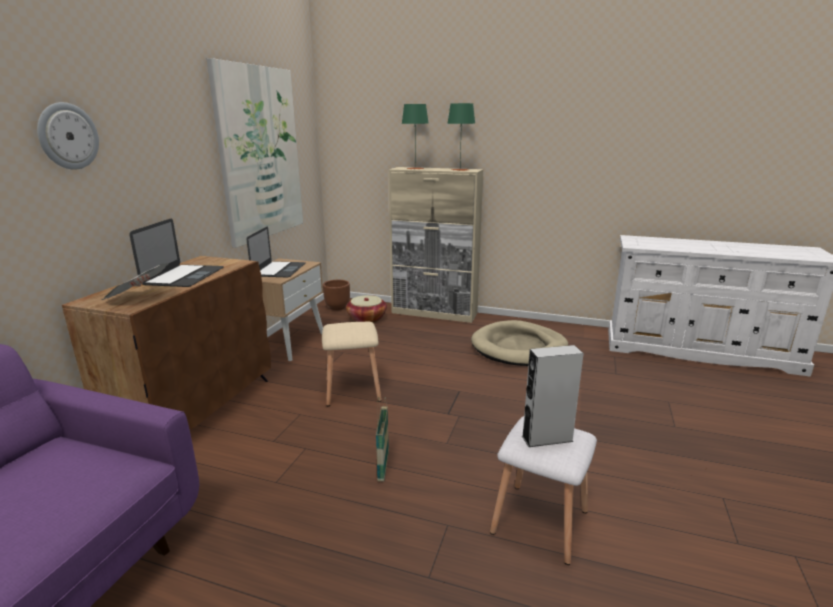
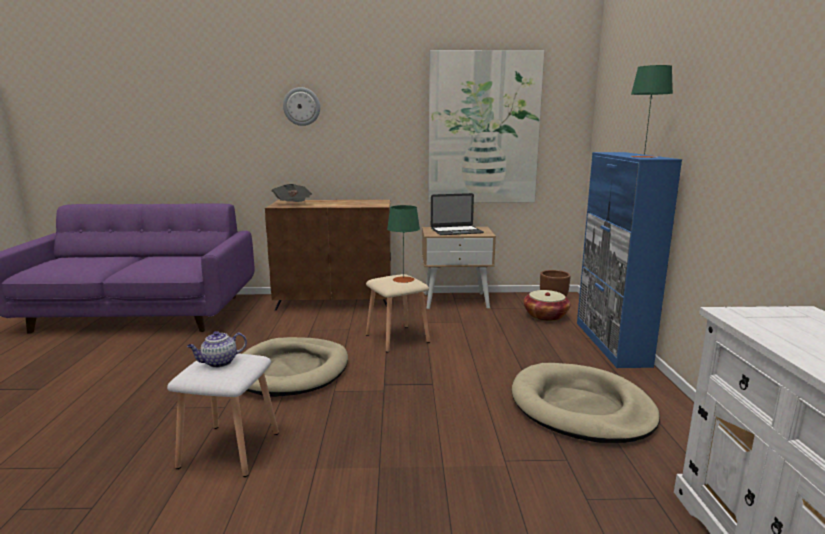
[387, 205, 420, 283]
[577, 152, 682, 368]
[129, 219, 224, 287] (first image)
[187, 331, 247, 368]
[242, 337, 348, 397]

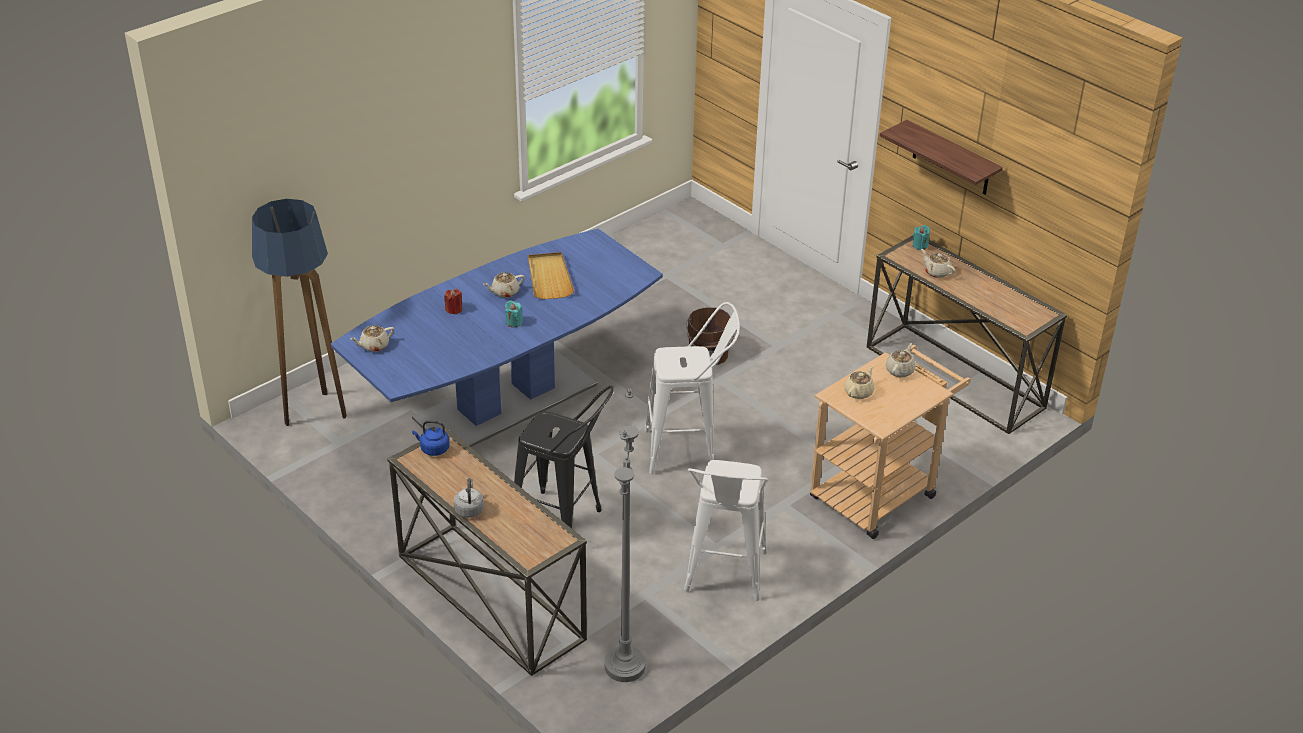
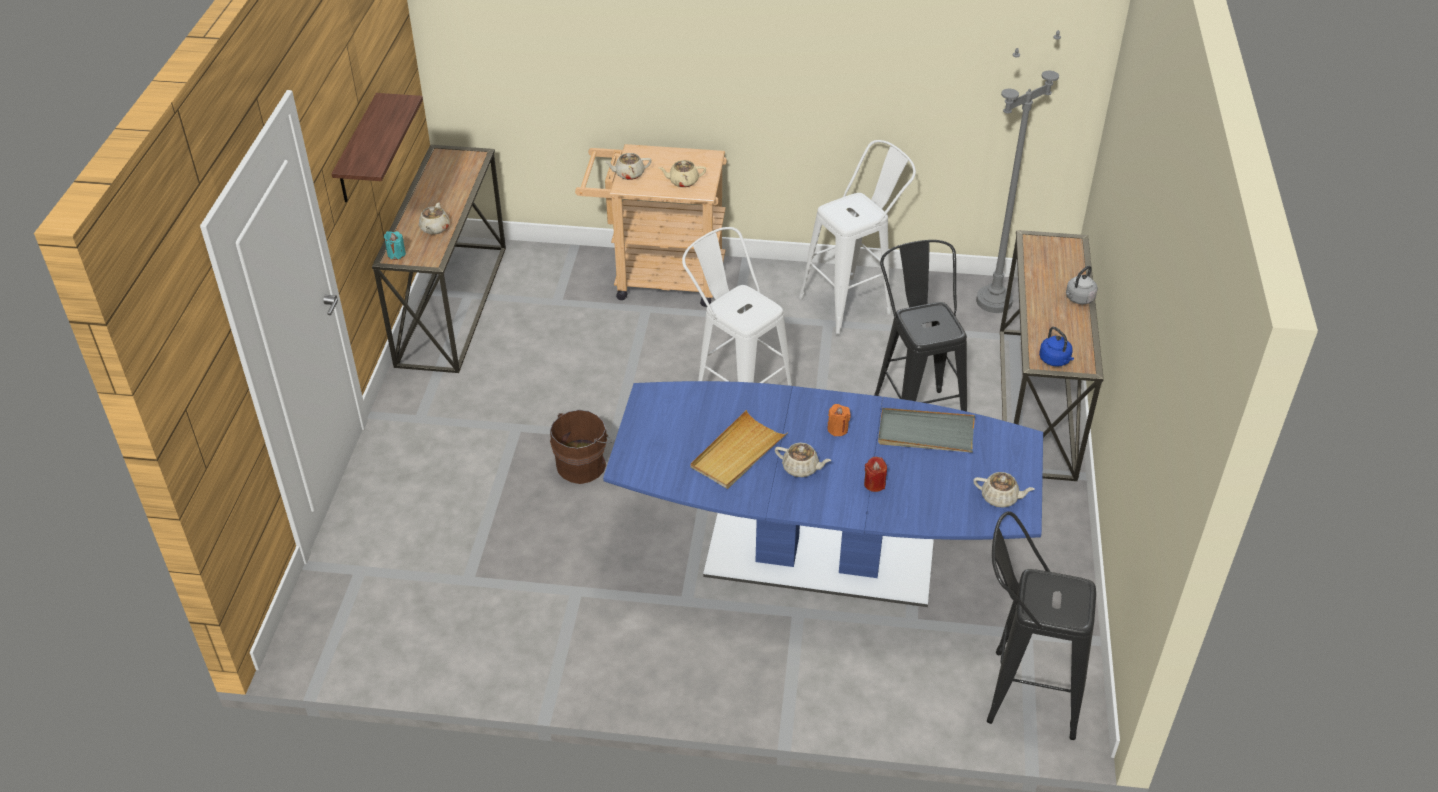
[987, 511, 1096, 740]
[827, 404, 850, 436]
[878, 408, 975, 453]

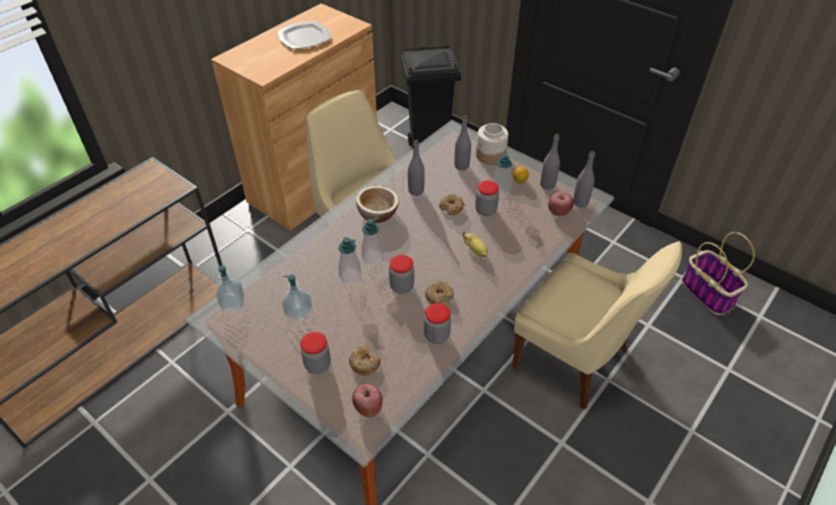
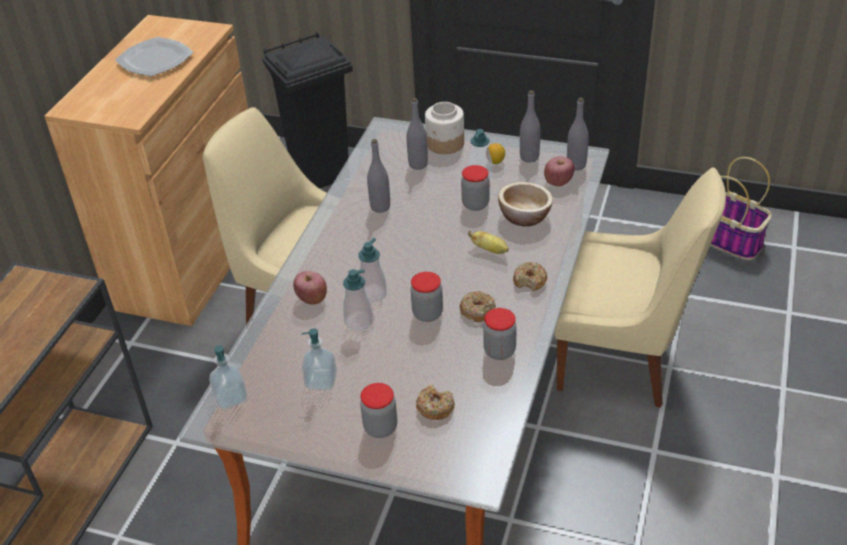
[498, 182, 553, 226]
[513, 262, 548, 291]
[293, 271, 327, 305]

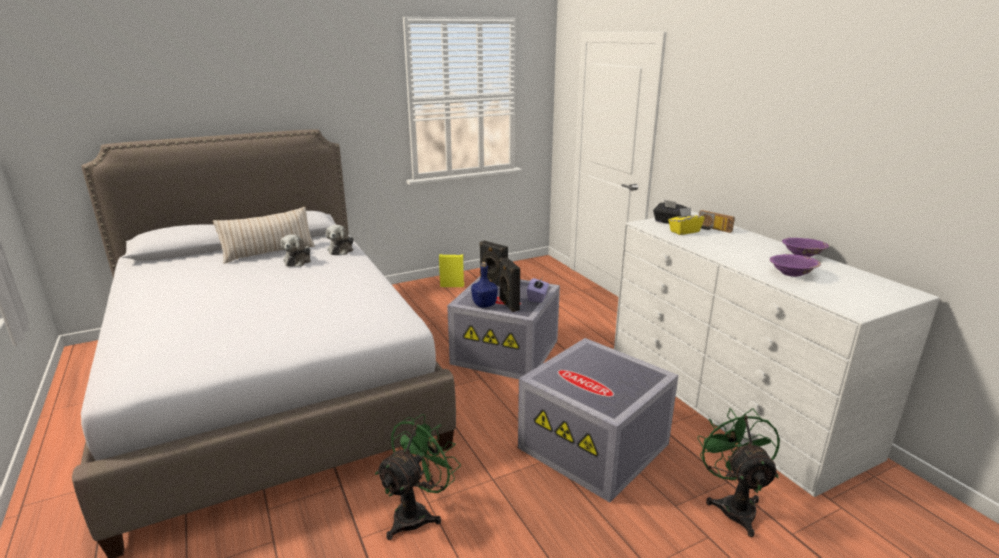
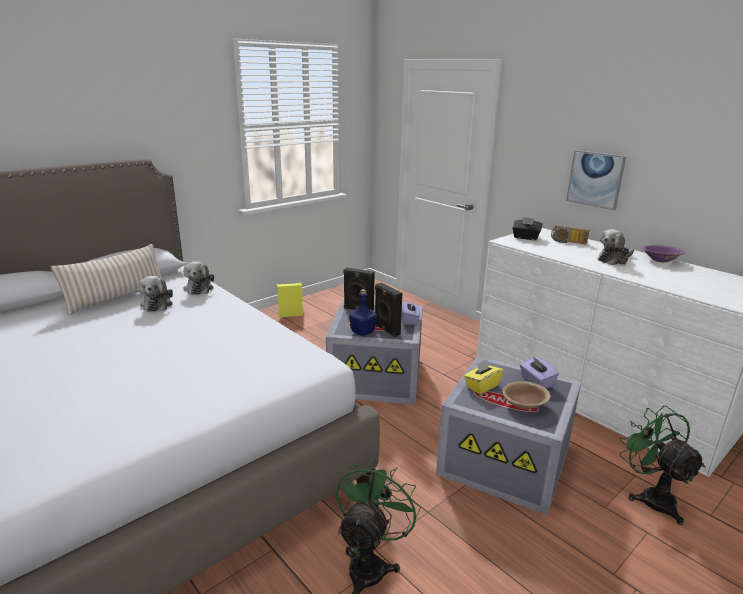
[464, 359, 504, 394]
[770, 254, 821, 277] (first image)
[566, 150, 626, 210]
[598, 229, 634, 265]
[520, 356, 559, 388]
[502, 381, 550, 409]

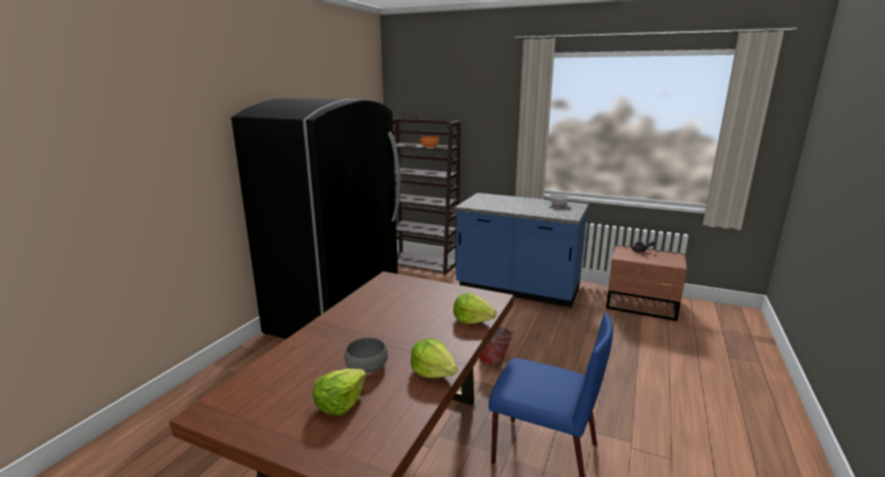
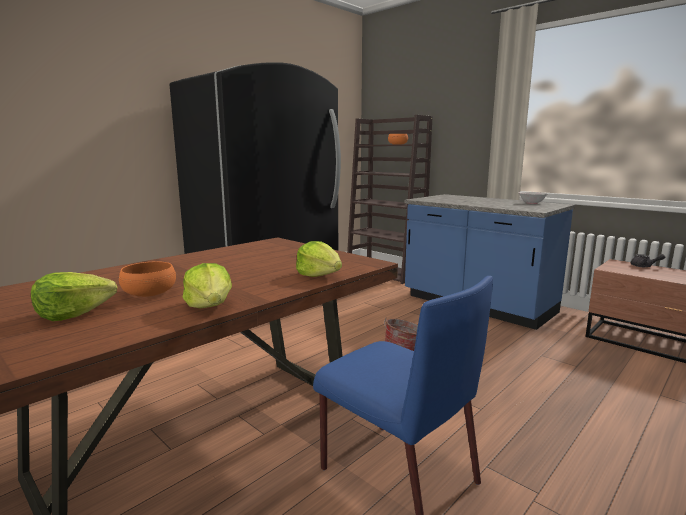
[119, 261, 176, 297]

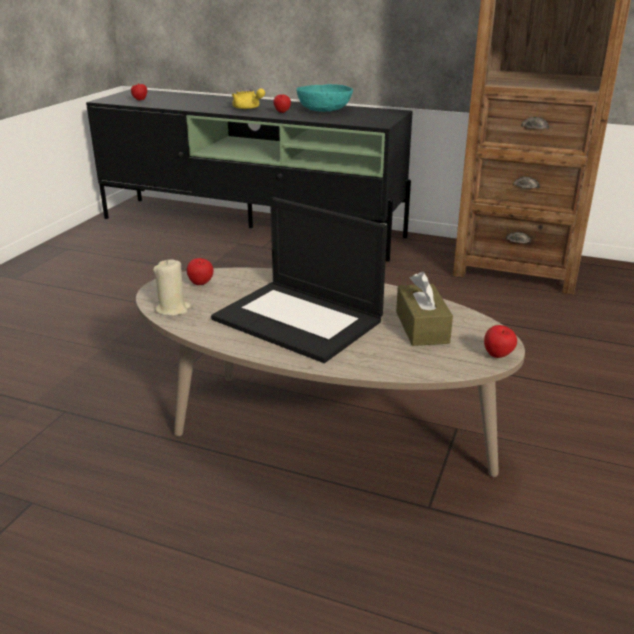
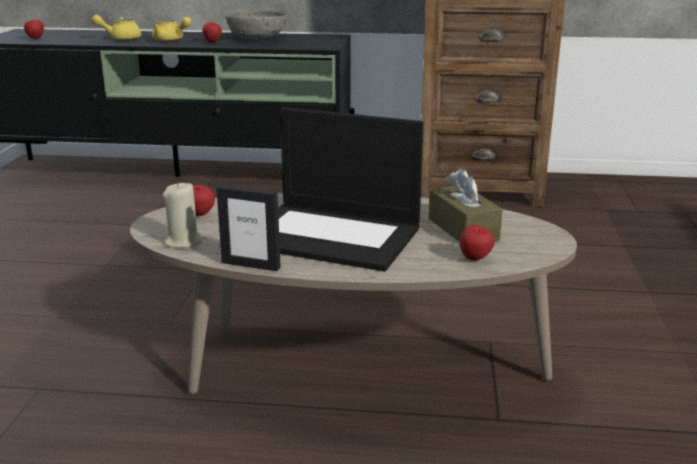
[226, 11, 287, 39]
[460, 225, 495, 261]
[92, 15, 142, 40]
[216, 185, 281, 271]

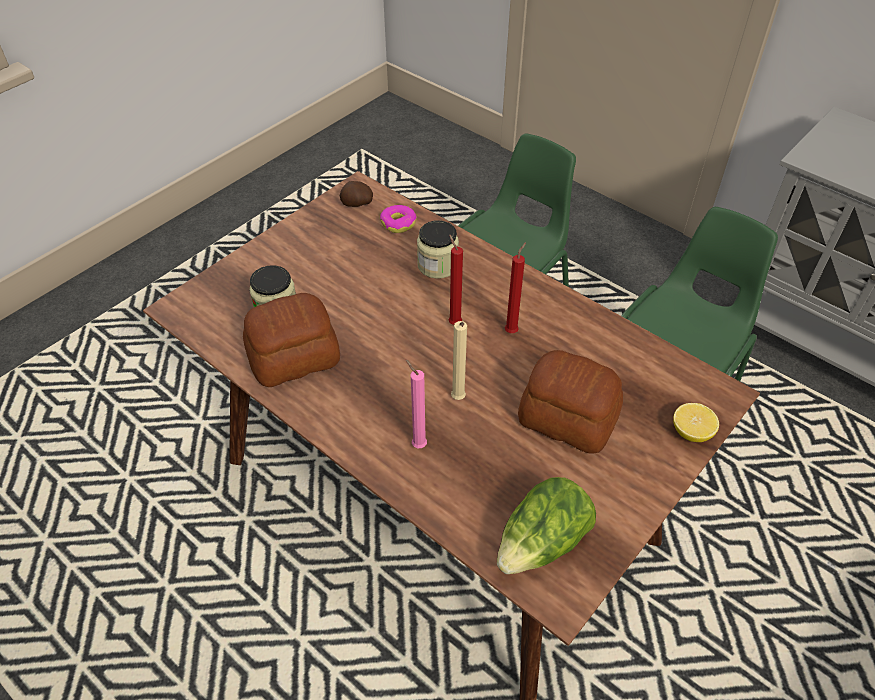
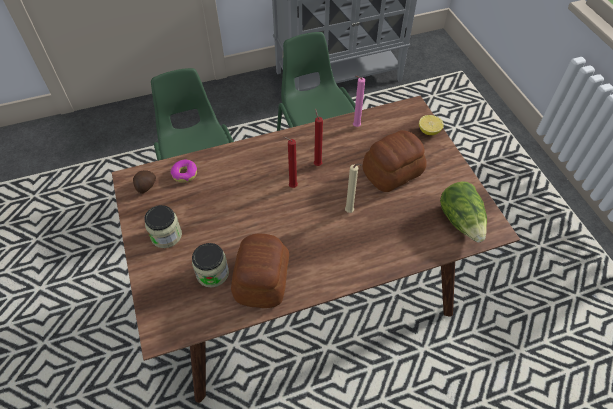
[145, 205, 182, 248]
[353, 76, 365, 127]

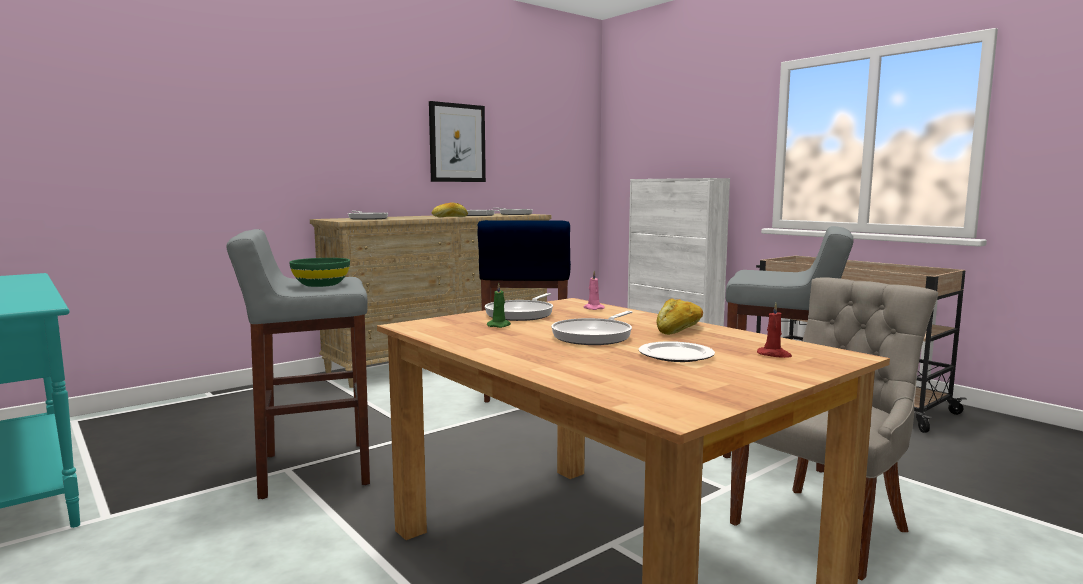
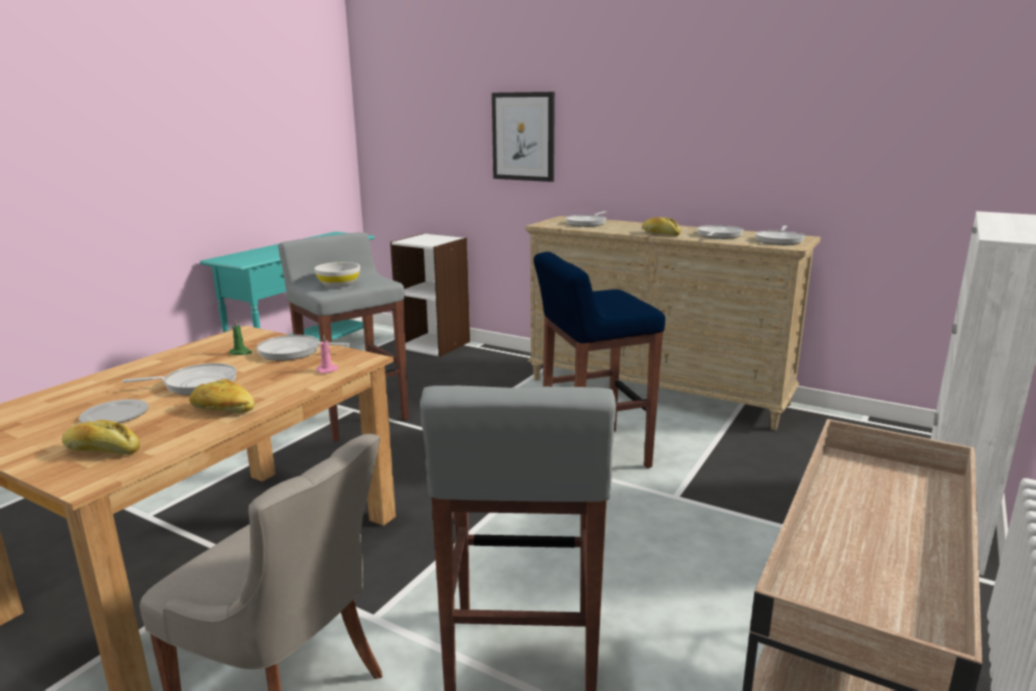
[492, 92, 555, 182]
[314, 262, 360, 288]
[62, 420, 140, 454]
[123, 363, 237, 395]
[390, 233, 470, 357]

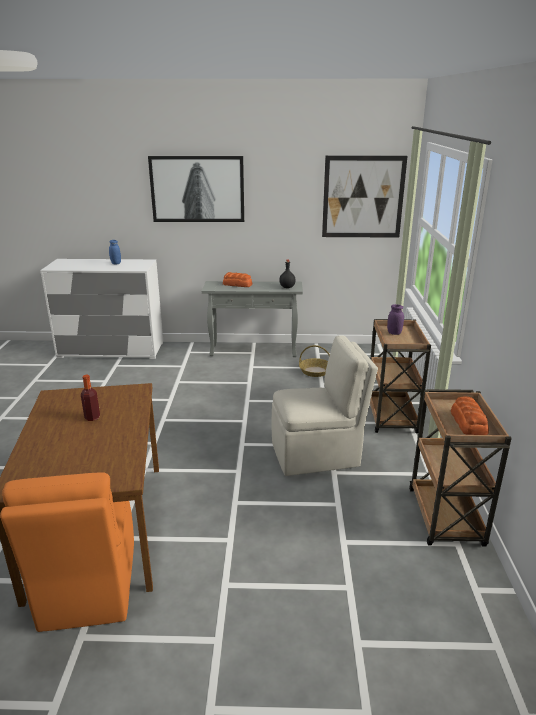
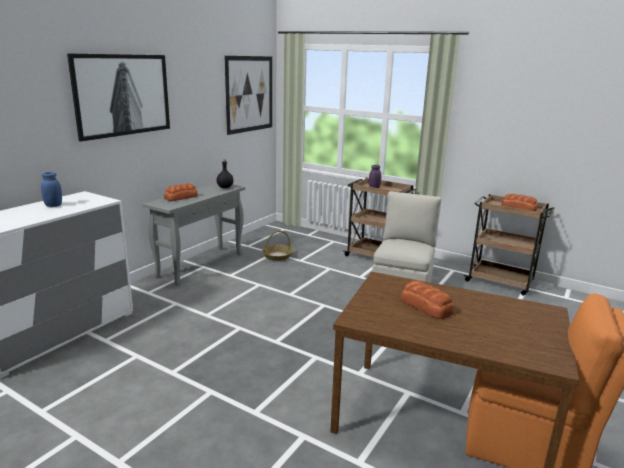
[401, 280, 454, 319]

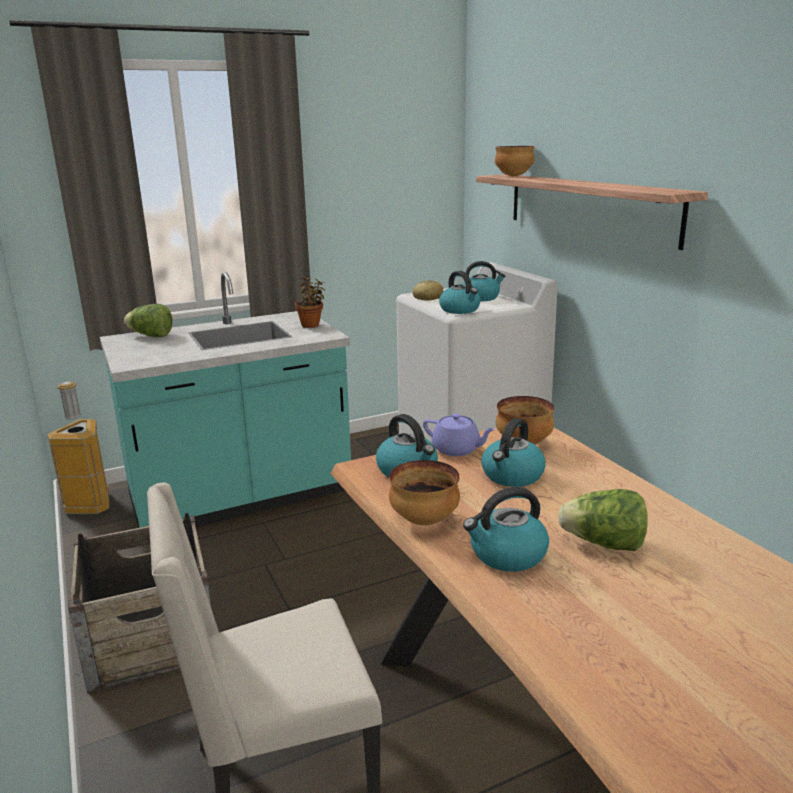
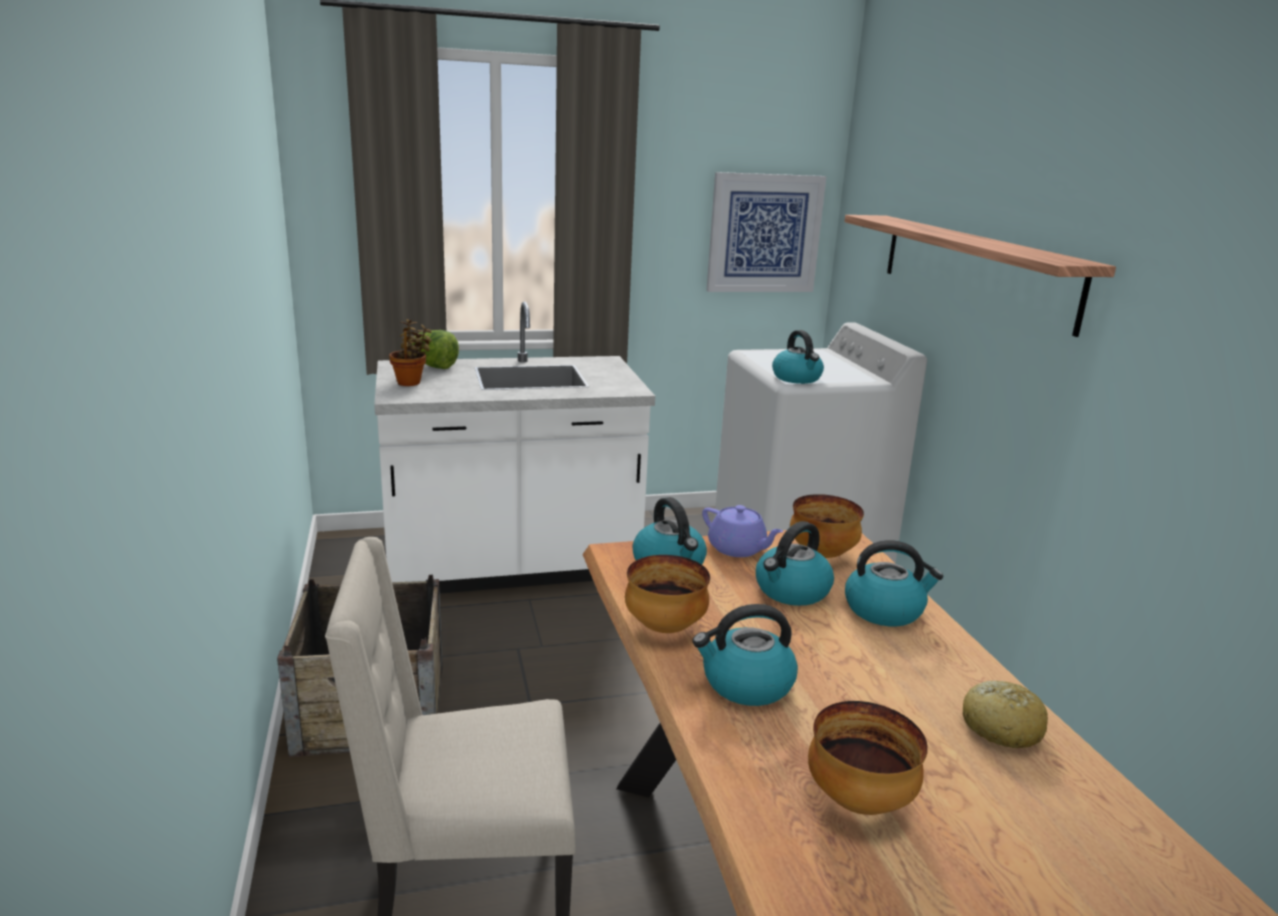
[808, 701, 928, 815]
[845, 540, 943, 627]
[374, 302, 655, 593]
[389, 319, 432, 386]
[963, 681, 1048, 748]
[48, 381, 109, 514] (first image)
[558, 489, 648, 551] (first image)
[706, 172, 827, 292]

